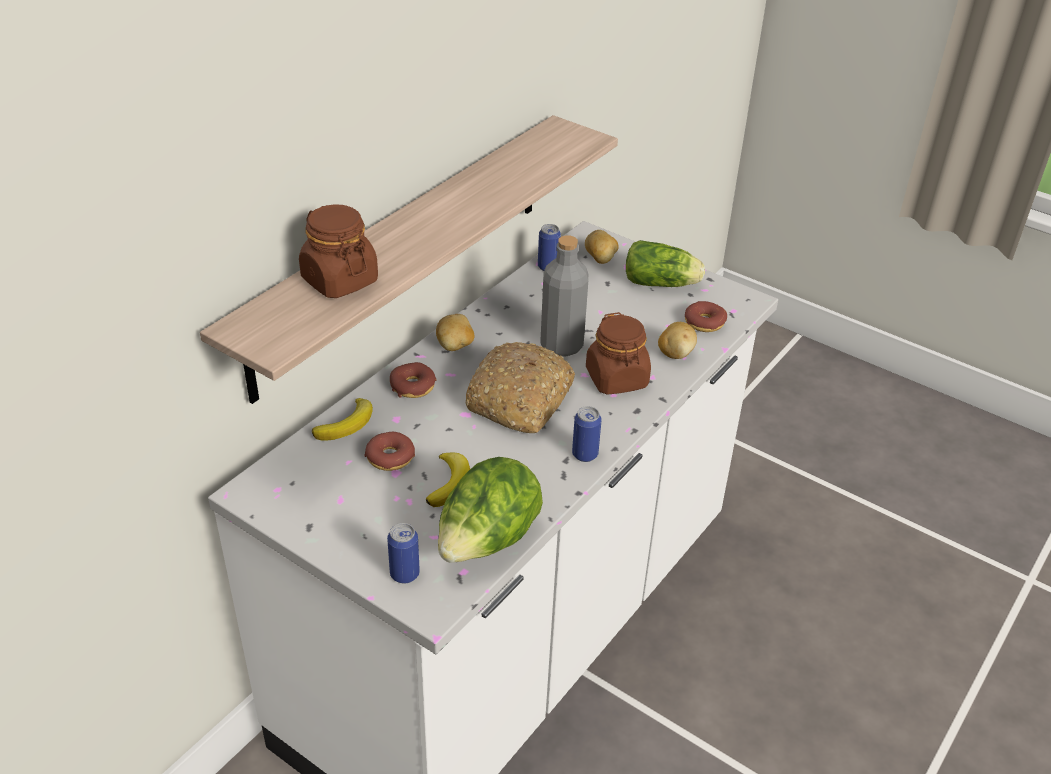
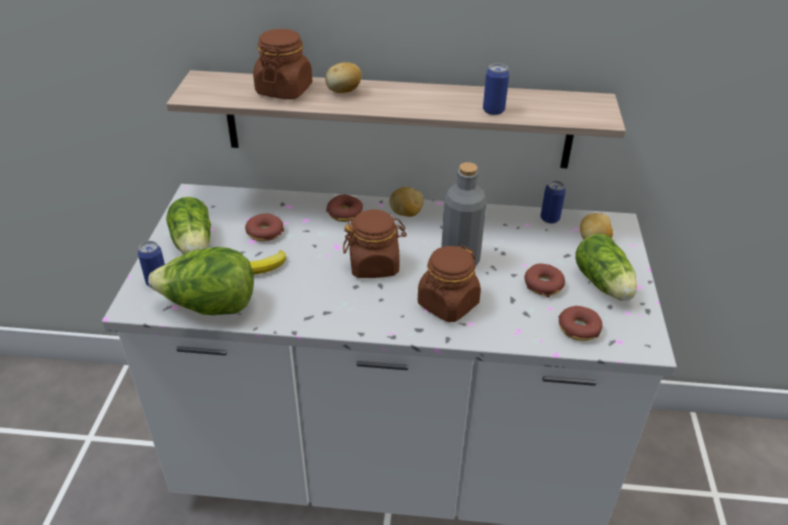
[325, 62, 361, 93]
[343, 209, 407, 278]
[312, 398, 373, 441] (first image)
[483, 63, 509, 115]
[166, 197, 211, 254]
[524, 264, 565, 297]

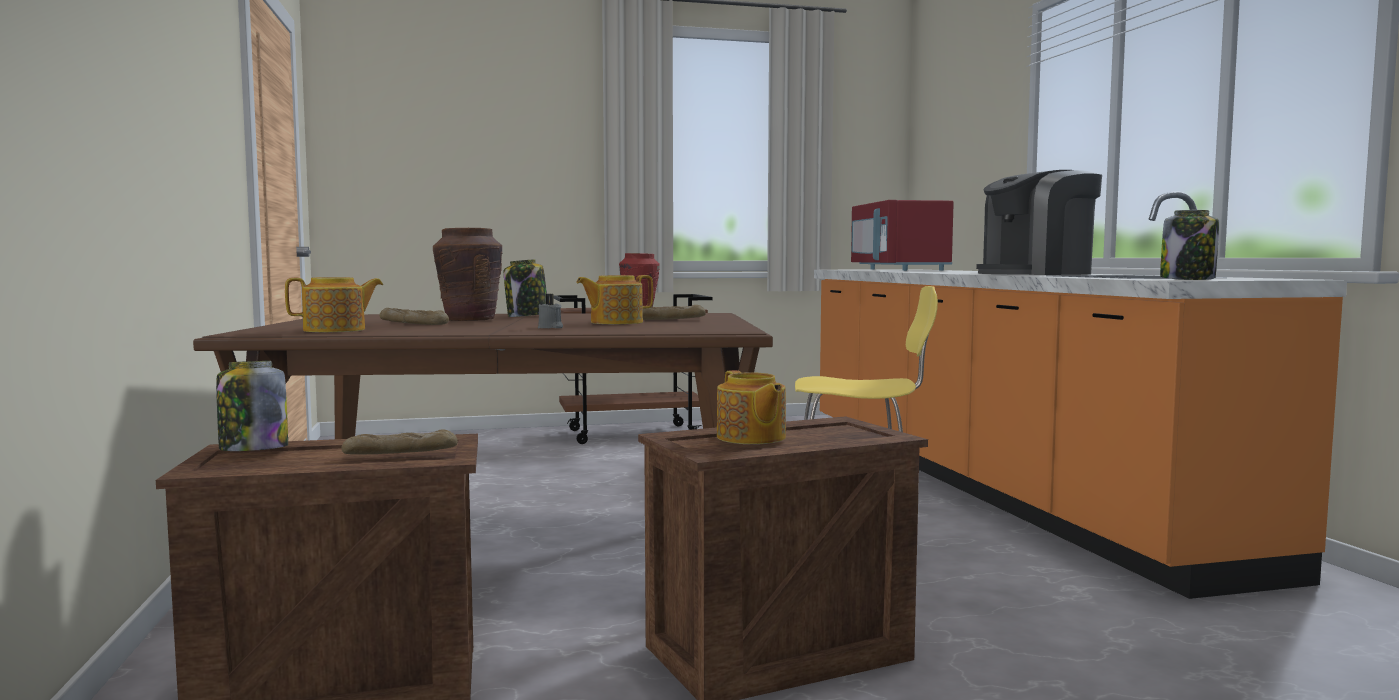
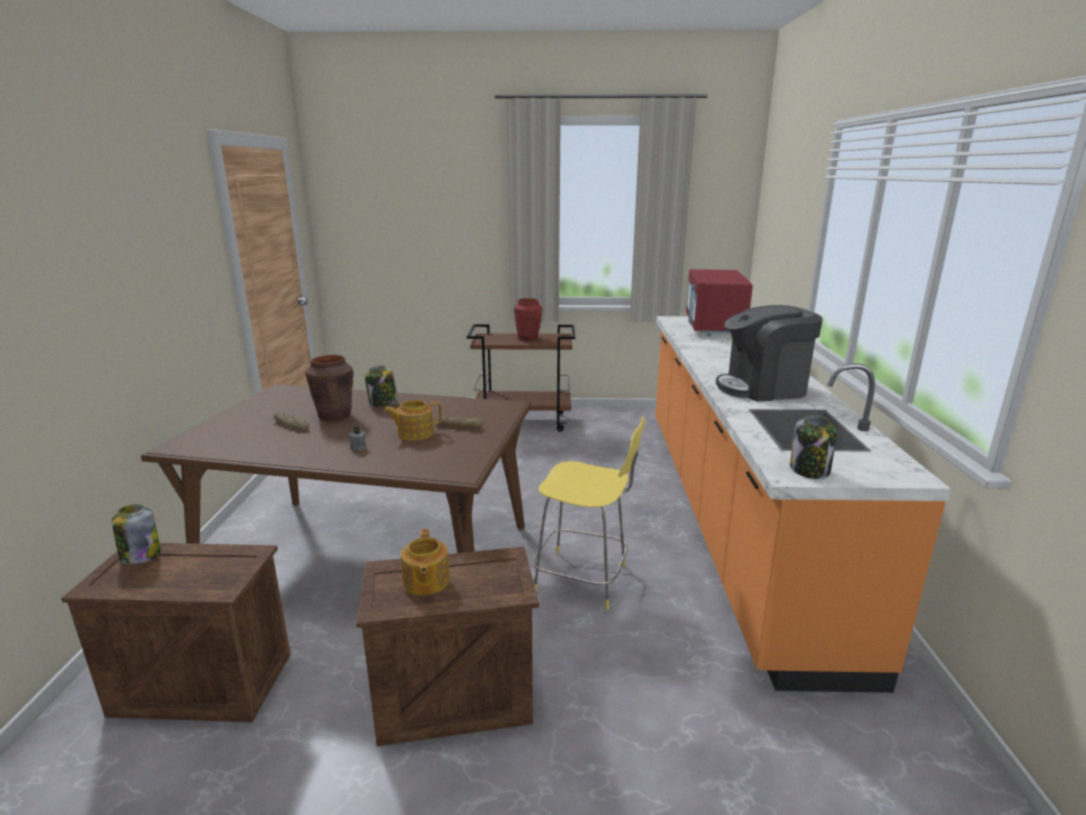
[285, 277, 383, 332] (first image)
[341, 430, 458, 455] (first image)

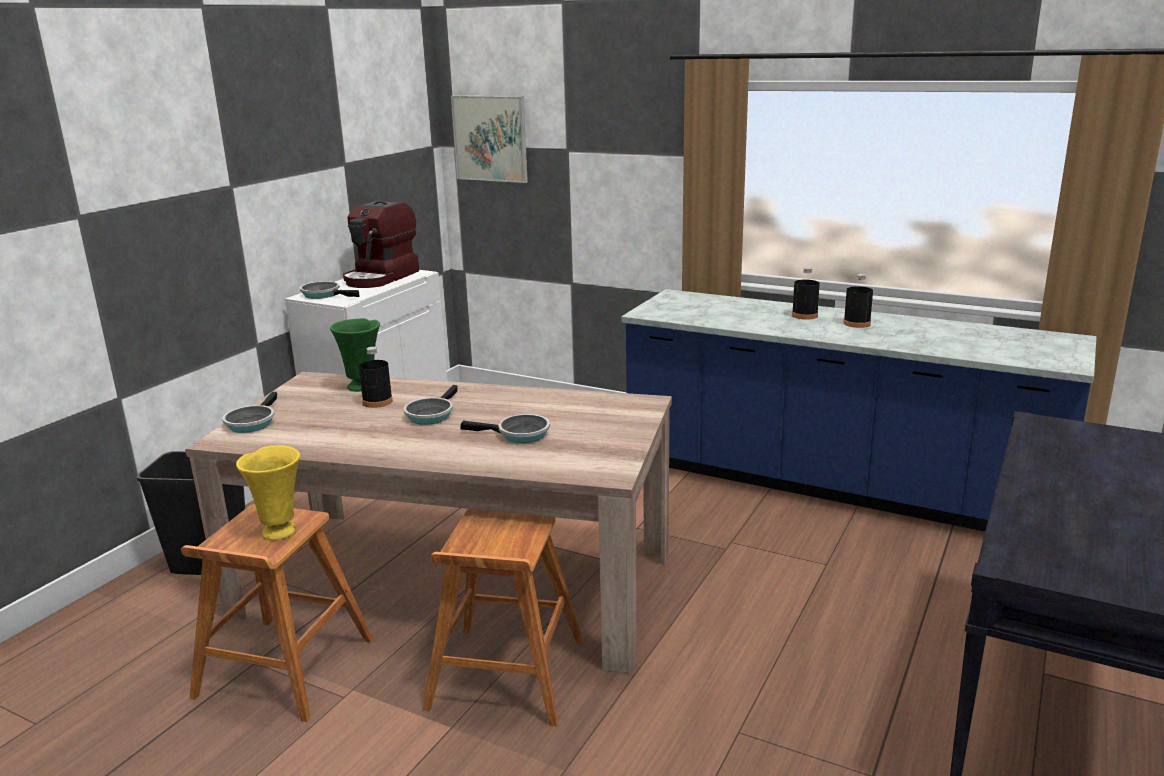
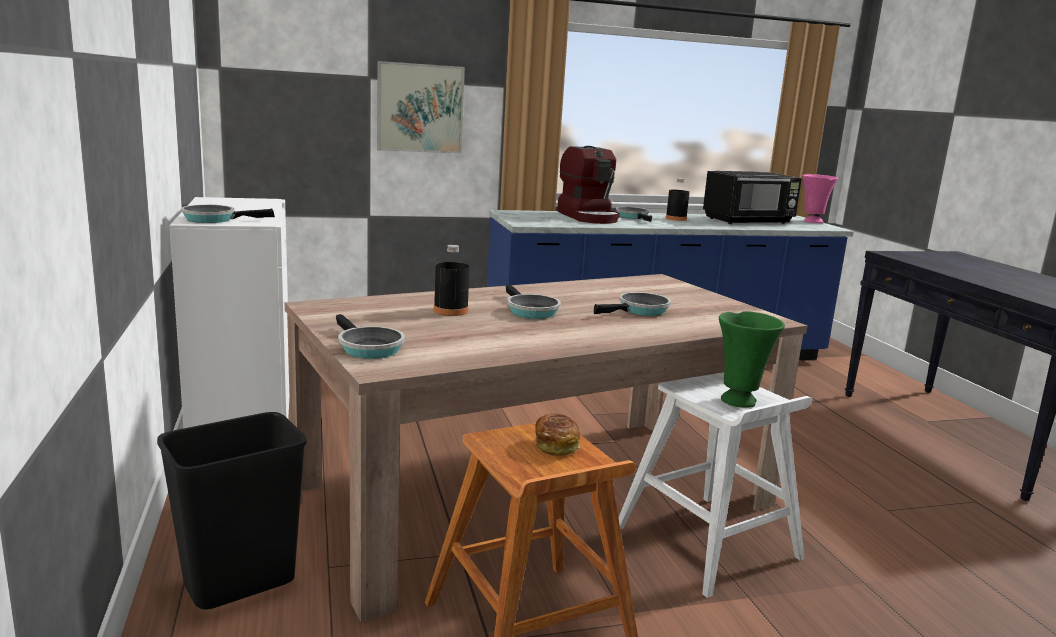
[377, 61, 465, 154]
[557, 146, 620, 224]
[616, 207, 652, 222]
[719, 311, 785, 408]
[535, 413, 580, 456]
[619, 372, 812, 598]
[703, 171, 802, 224]
[802, 174, 838, 223]

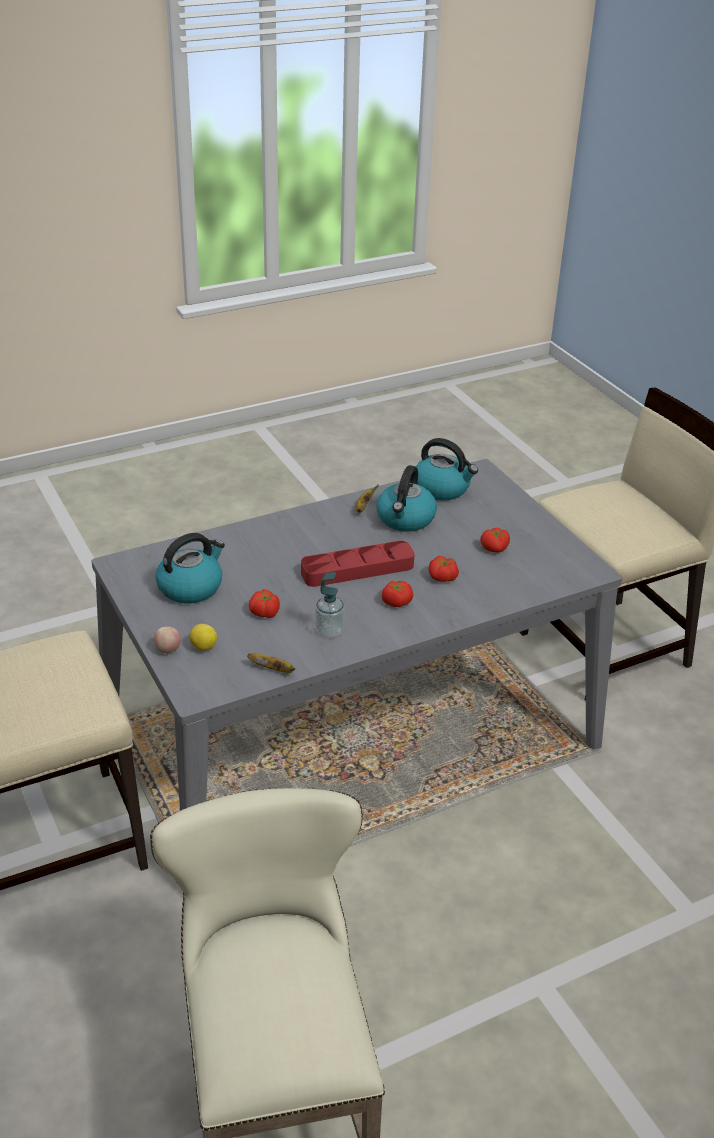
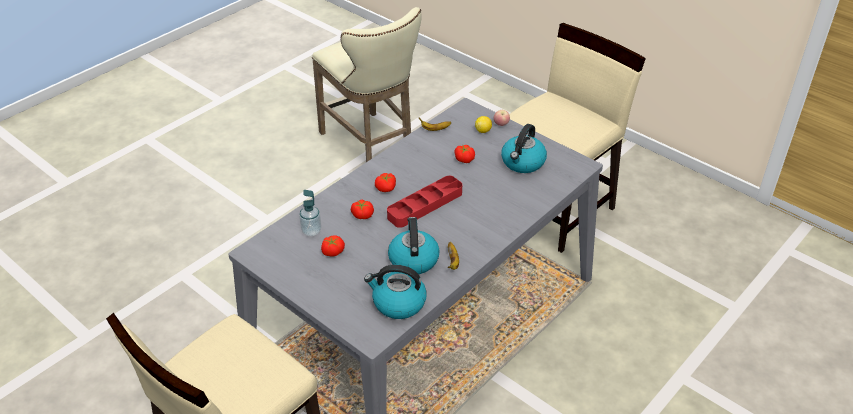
[299, 190, 321, 236]

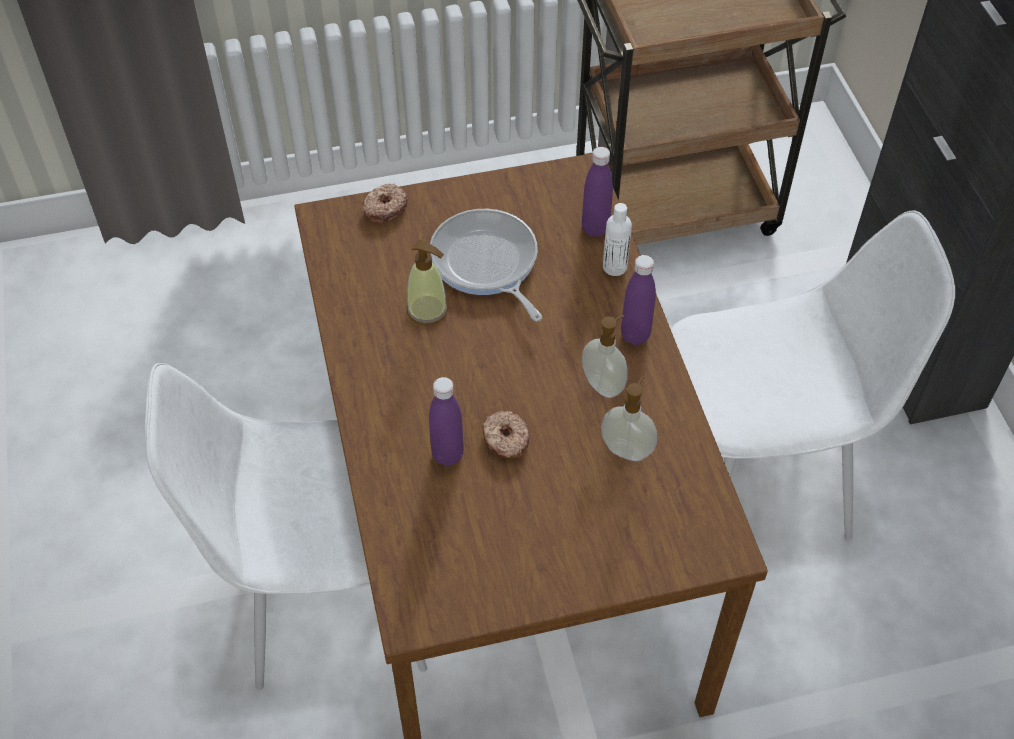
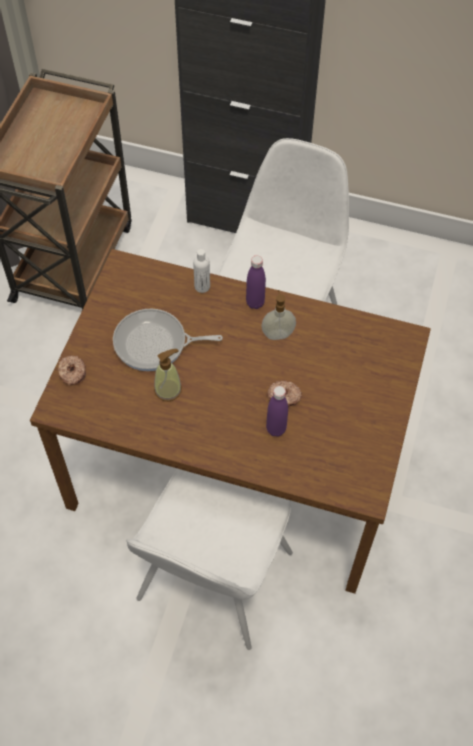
[582, 147, 613, 237] (first image)
[601, 377, 657, 461] (first image)

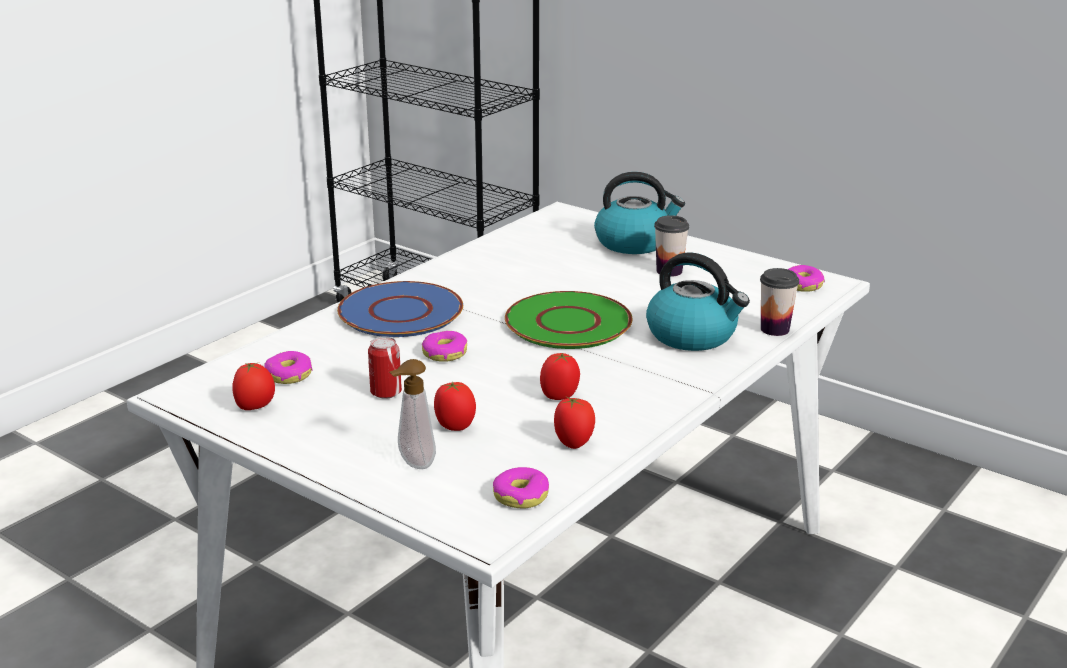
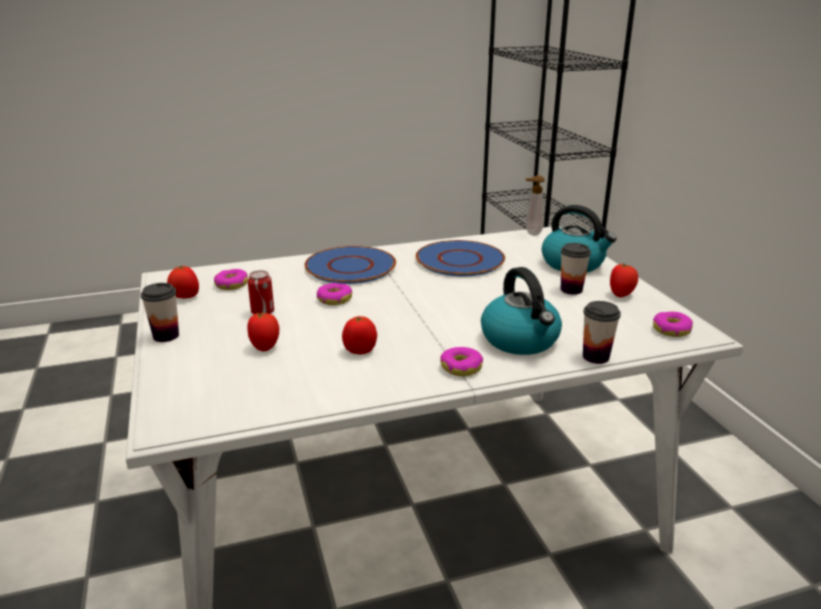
[505, 291, 632, 349] (first image)
[525, 175, 545, 236]
[610, 264, 638, 297]
[440, 347, 483, 376]
[416, 240, 505, 276]
[141, 283, 179, 342]

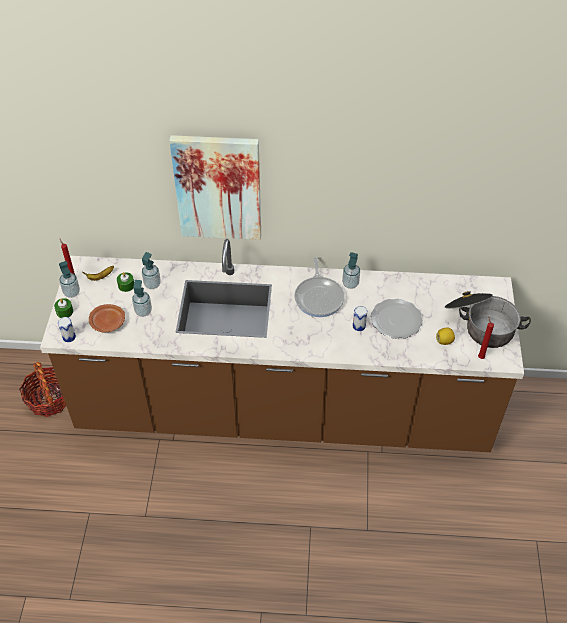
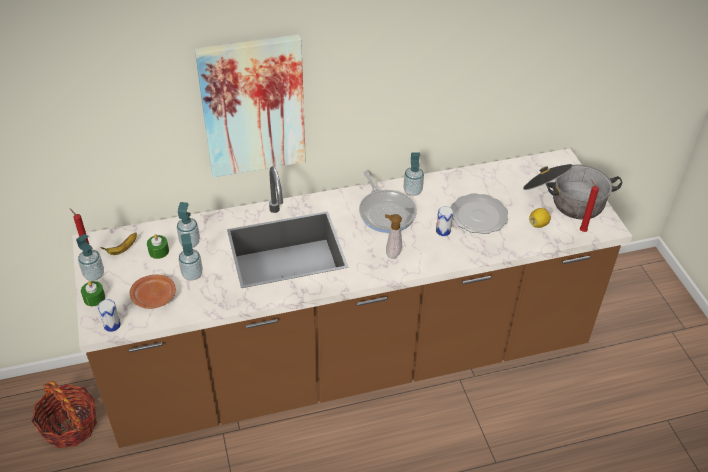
[385, 214, 402, 259]

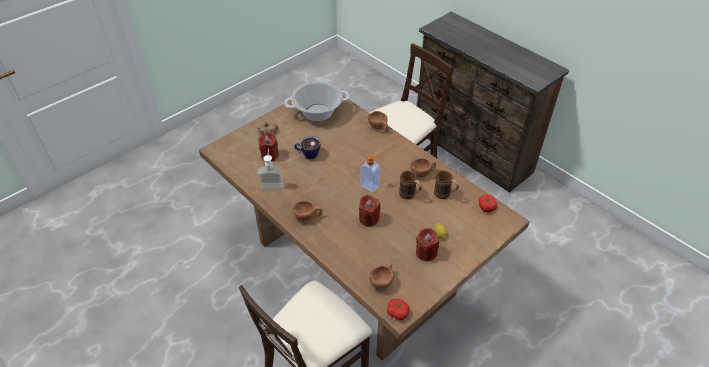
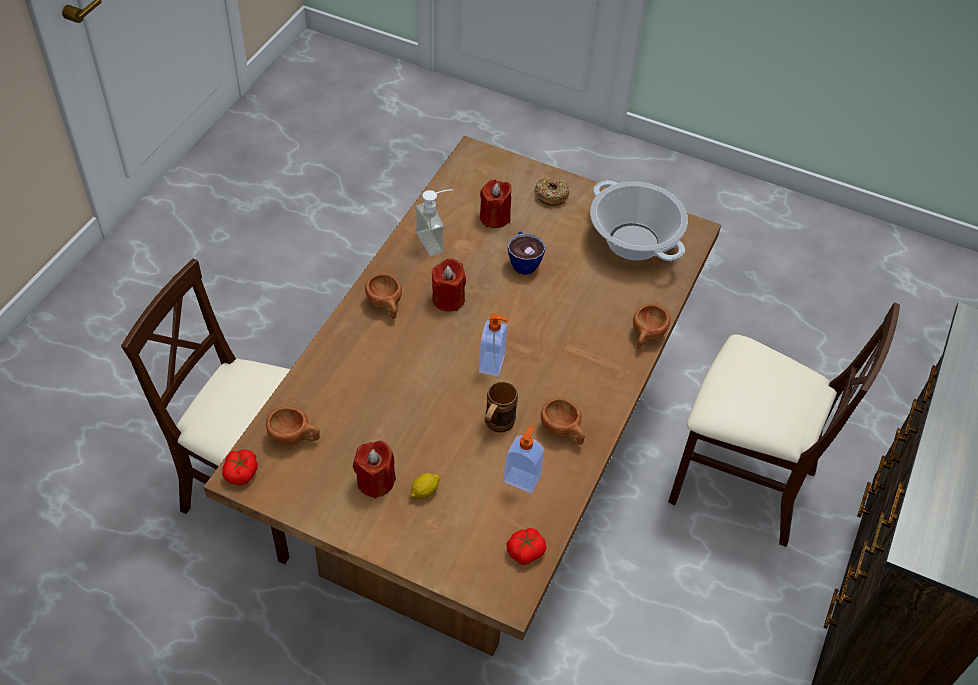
[504, 425, 544, 493]
[432, 258, 466, 312]

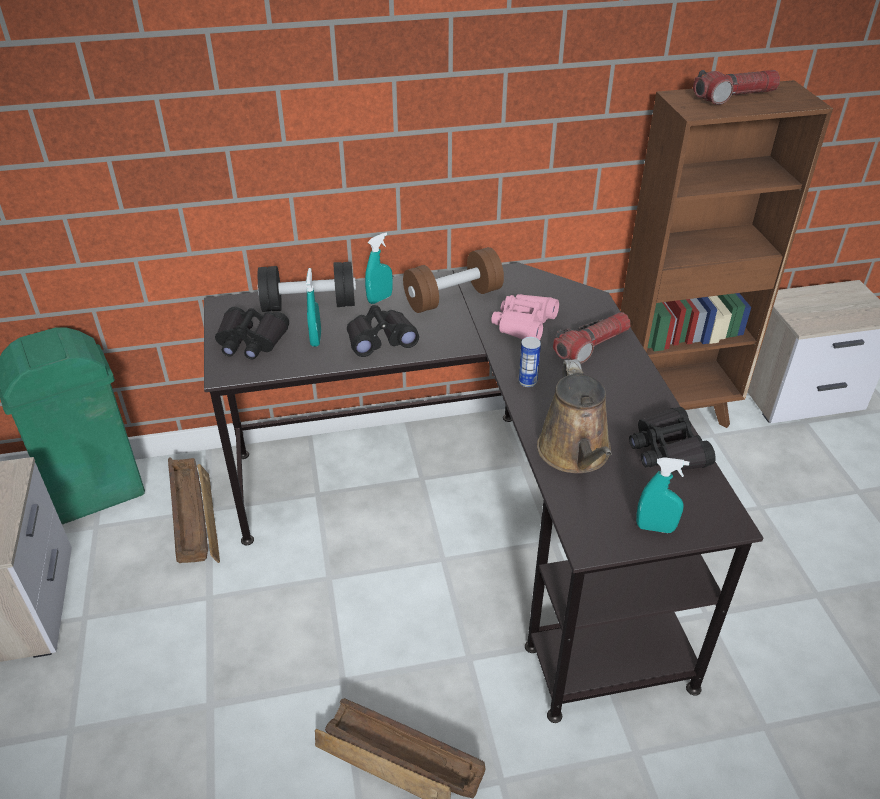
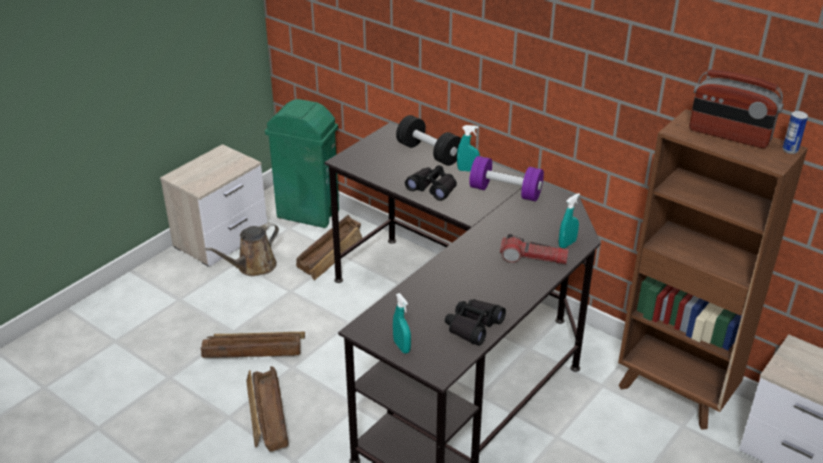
[689, 69, 784, 148]
[469, 156, 544, 201]
[559, 193, 580, 248]
[491, 294, 559, 340] (first image)
[215, 307, 289, 359] (first image)
[782, 111, 808, 154]
[205, 222, 279, 276]
[201, 332, 305, 358]

